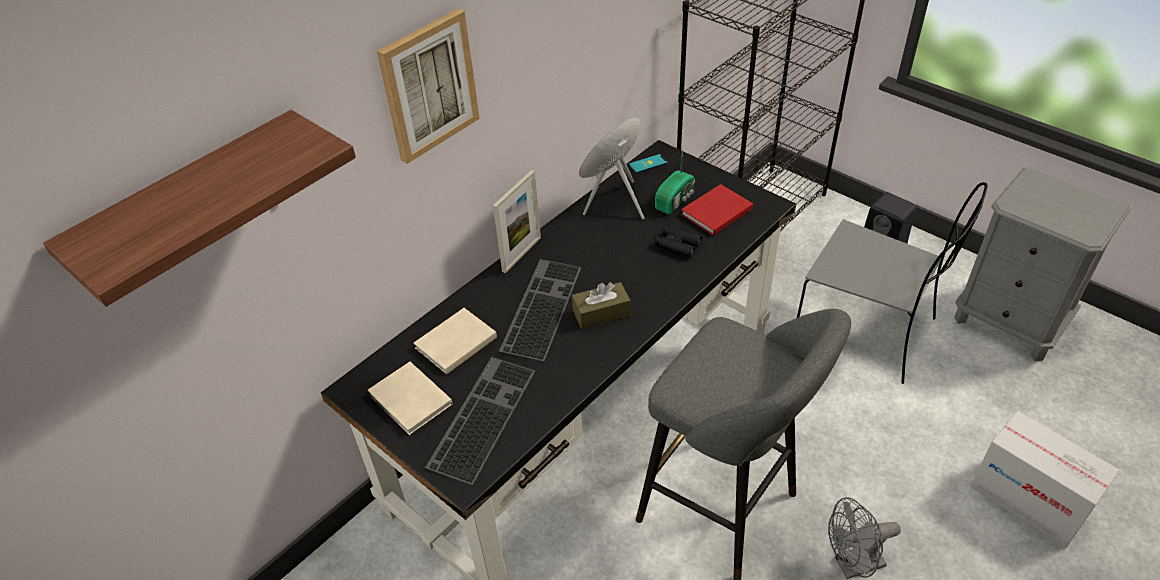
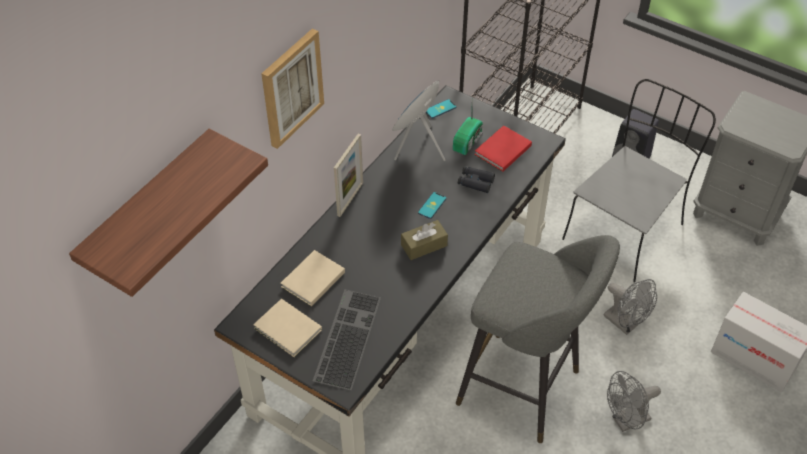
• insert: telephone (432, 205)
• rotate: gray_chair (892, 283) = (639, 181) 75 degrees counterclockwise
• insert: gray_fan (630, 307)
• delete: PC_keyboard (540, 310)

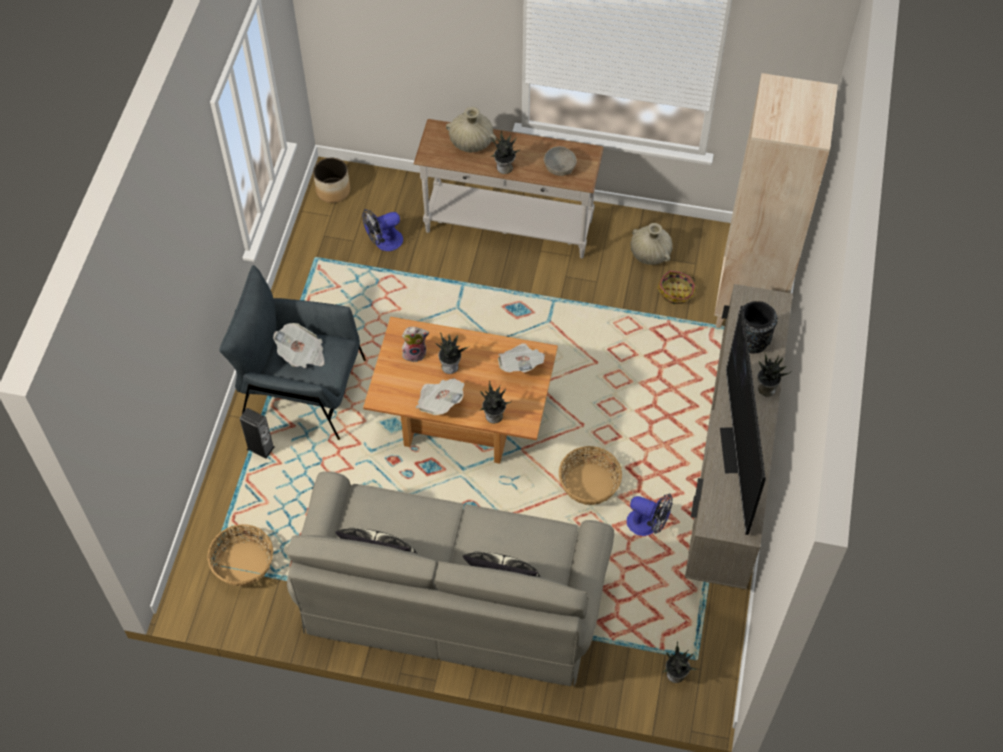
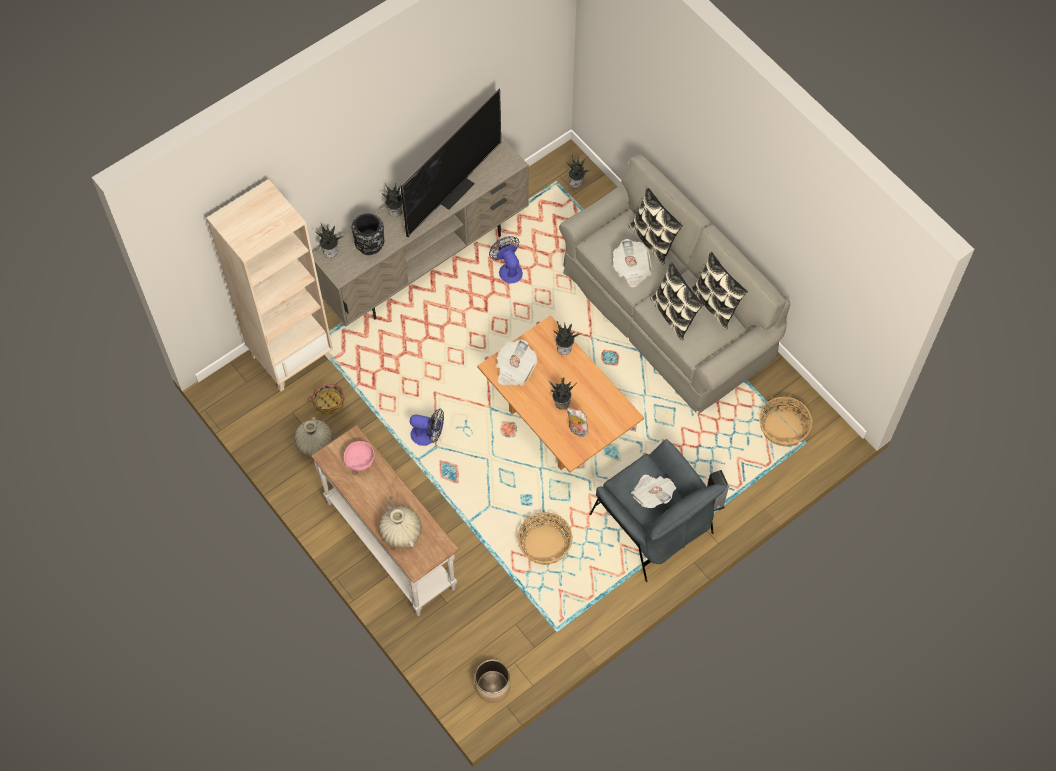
• move: plant_in_a_pot (506, 152) to (330, 240)
• recolor: gray_serving_bowl (560, 161) to pink_serving_bowl (359, 456)
• move: fan (382, 230) to (427, 427)
• move: household_basket (590, 475) to (545, 538)
• move: newspaper (440, 396) to (632, 263)
• insert: throw_pillow (677, 301)

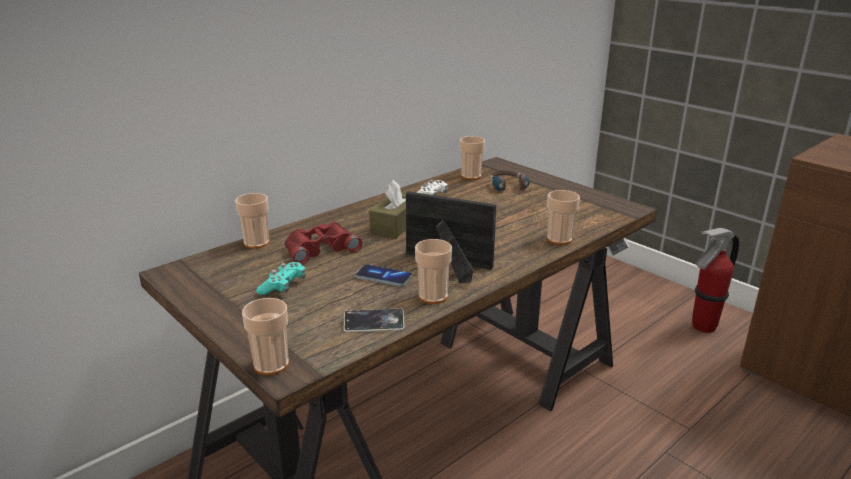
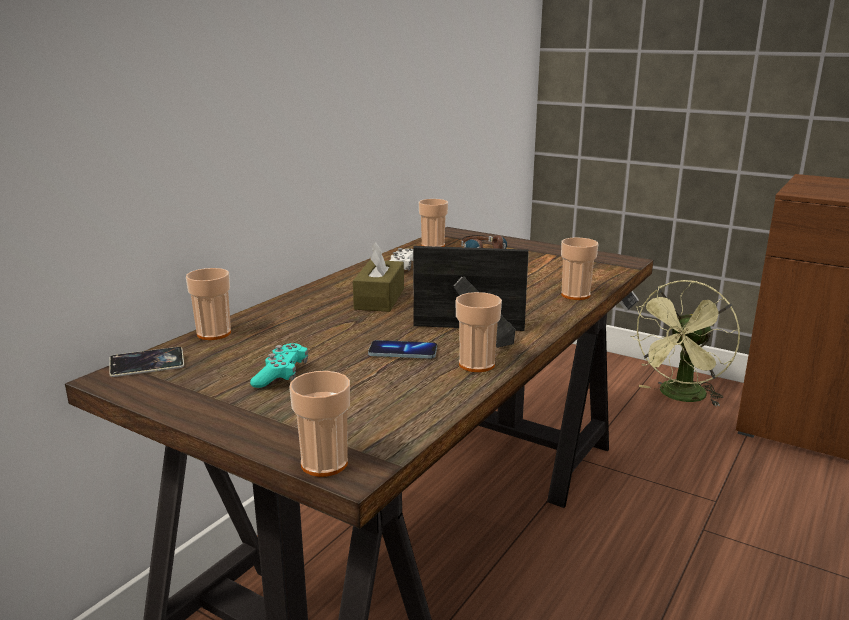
• move: telephone (374, 320) to (146, 362)
• replace: extinguisher (715, 280) to green-coloured_fan (685, 343)
• delete: red-coloured_pair_of_binoculars (324, 243)

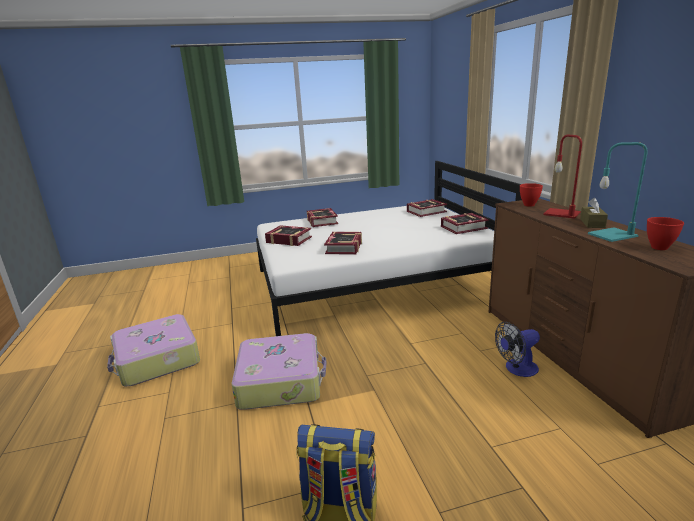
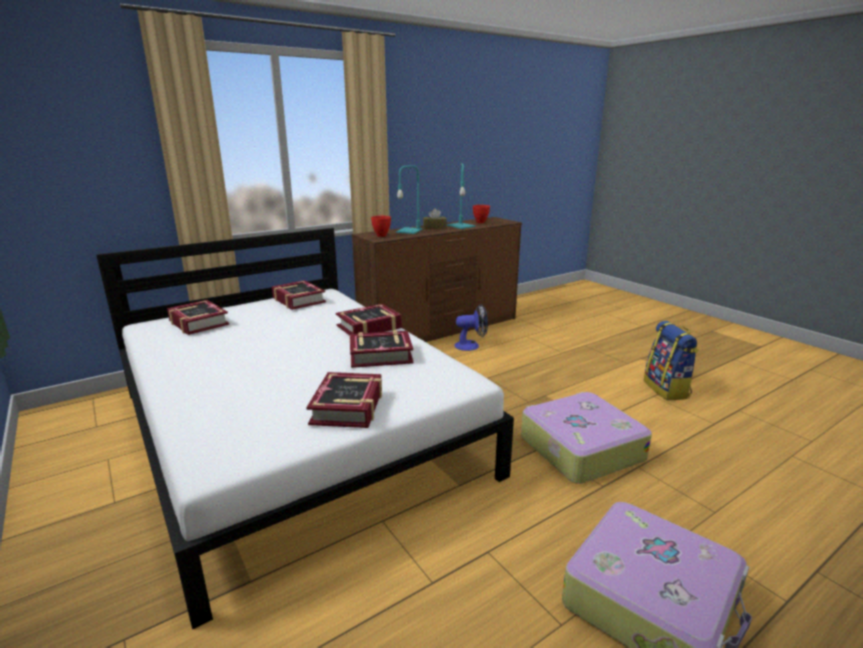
• move: book (322, 217) to (369, 320)
• recolor: red-coloured_lamp_for_a_table (562, 176) to turquoise_lamp_for_a_table (409, 199)
• rotate: fan (517, 349) = (471, 327) 60 degrees counterclockwise

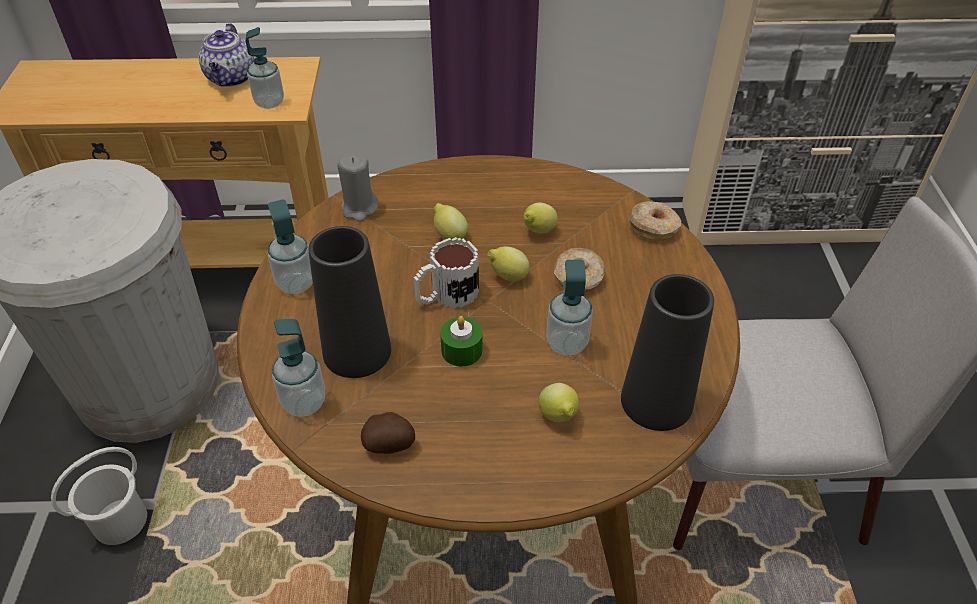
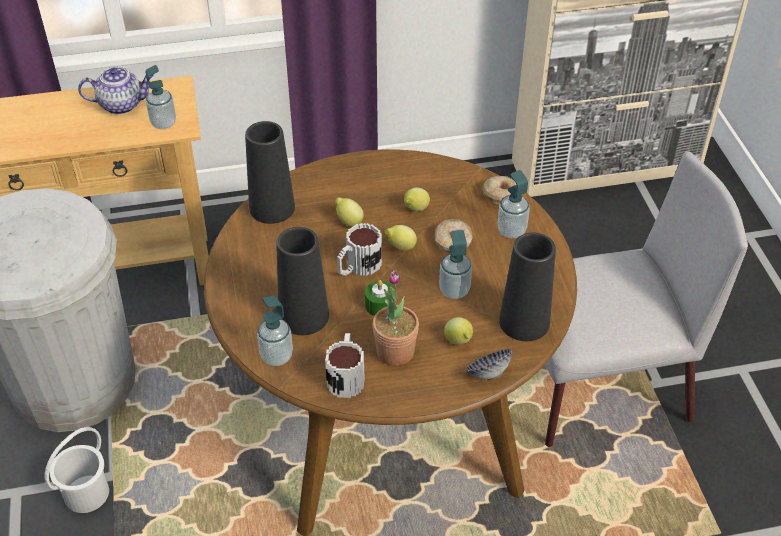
• rotate: teapot (226, 55) = (116, 90) 90 degrees counterclockwise
• replace: gray_wax_candle (358, 188) to black_decorative_vase (270, 172)
• replace: potato (388, 433) to tea_mug (344, 365)
• insert: plant_in_a_pot (395, 318)
• insert: serving_bowl (488, 364)
• move: soap_dispenser (290, 246) to (514, 204)

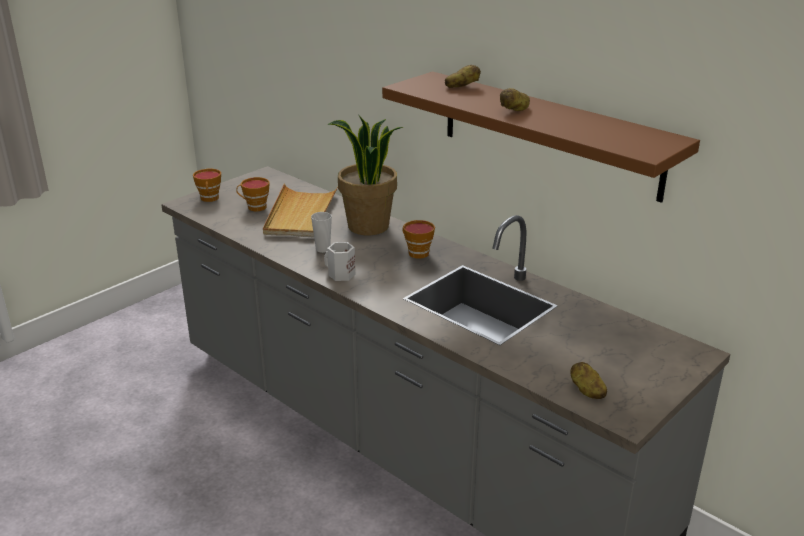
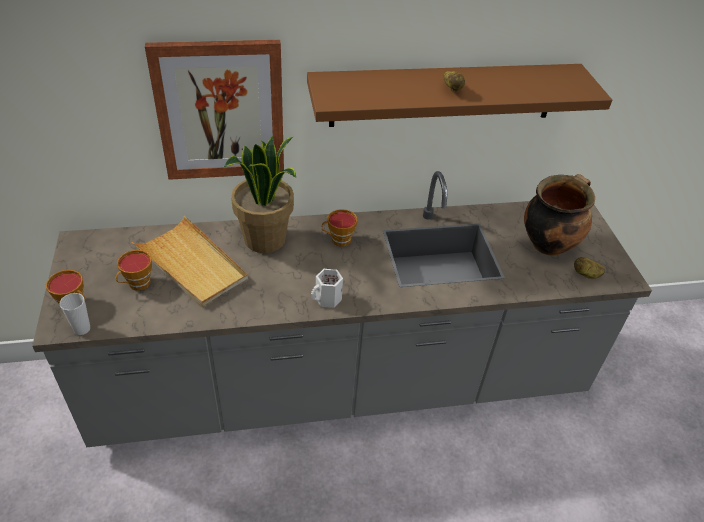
• move: cup (321, 232) to (75, 314)
• insert: wall_picture (214, 110)
• insert: stockpot (559, 215)
• delete: potato (463, 76)

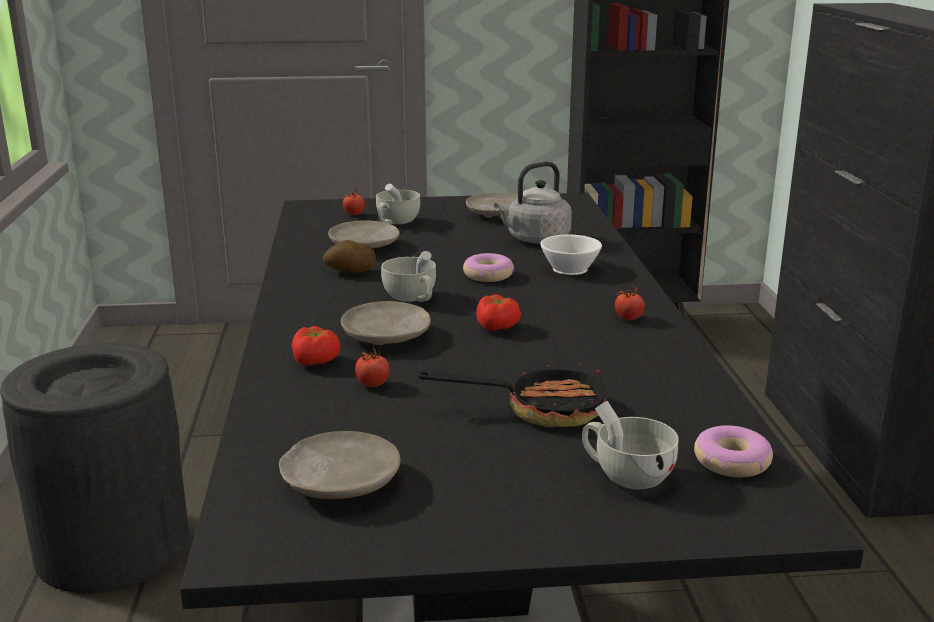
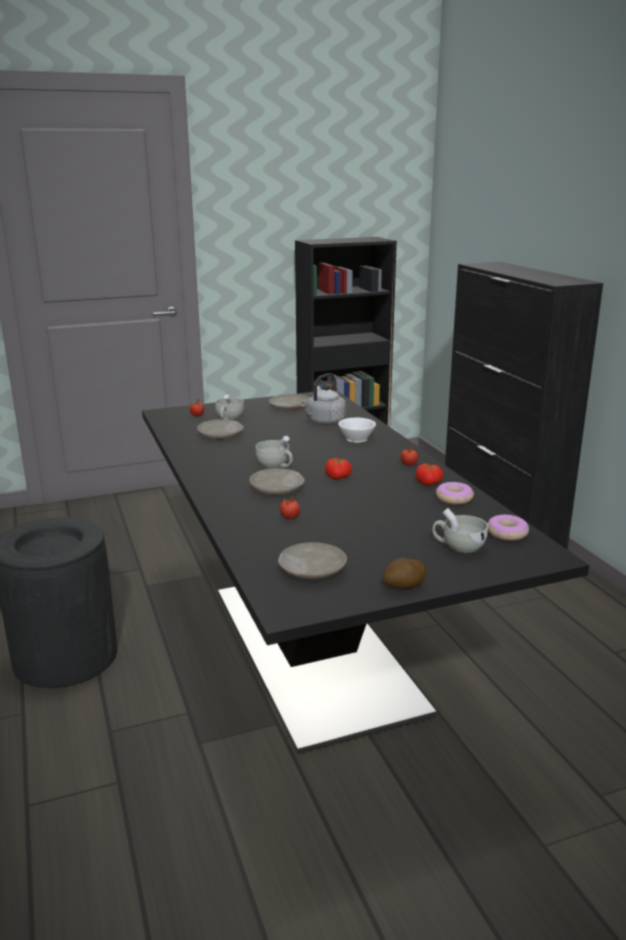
• move: potato (349, 257) to (404, 573)
• move: tomato (316, 346) to (429, 475)
• move: ring_doughnut (488, 267) to (455, 493)
• delete: frying_pan (511, 393)

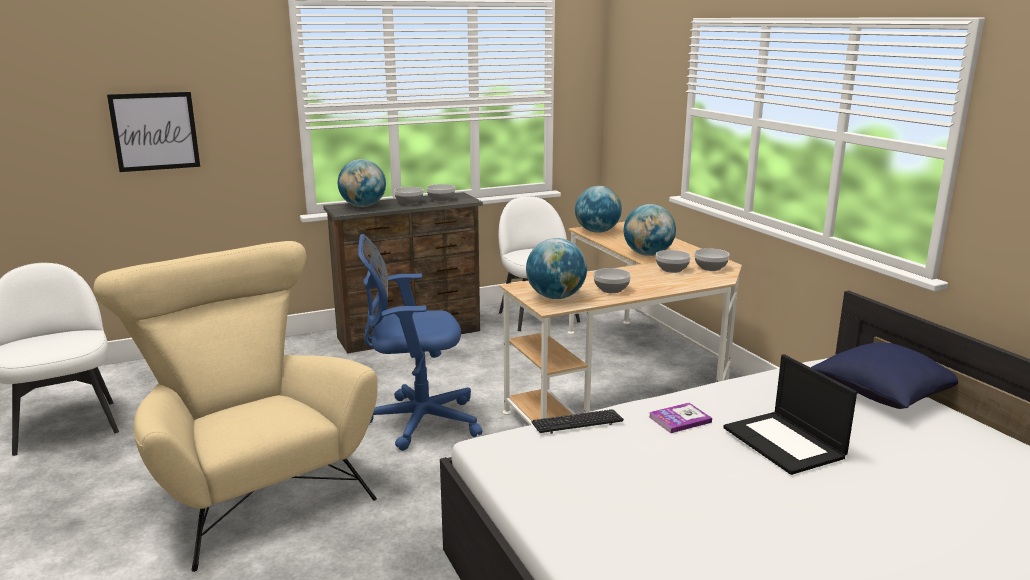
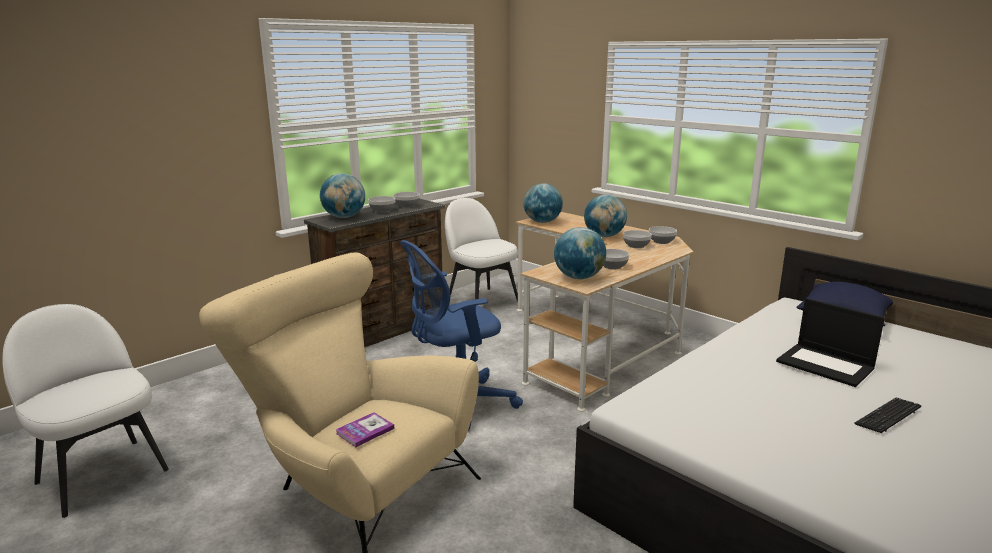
• move: book (680, 418) to (365, 429)
• move: PC_keyboard (577, 421) to (888, 415)
• delete: wall_picture (153, 132)

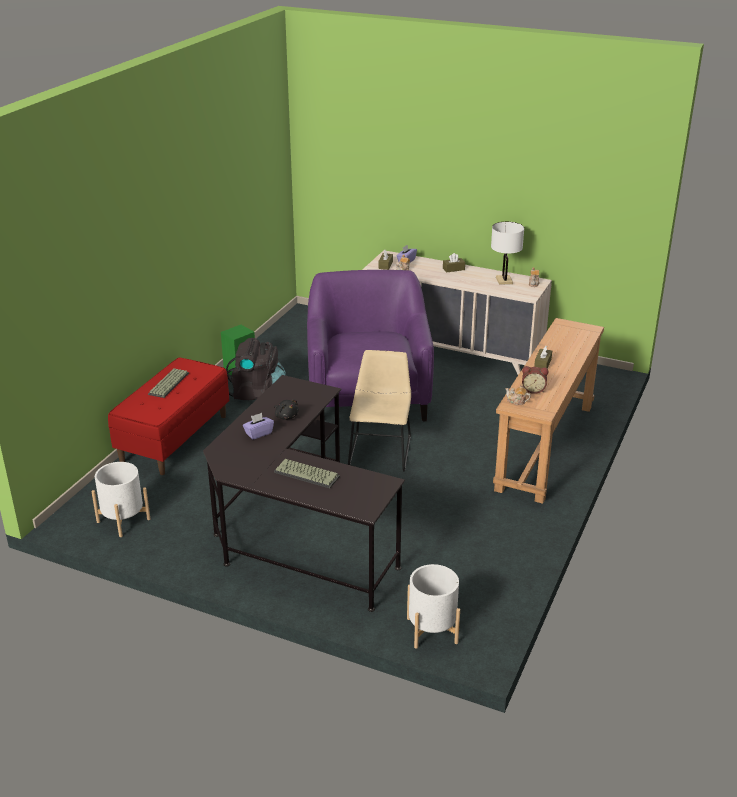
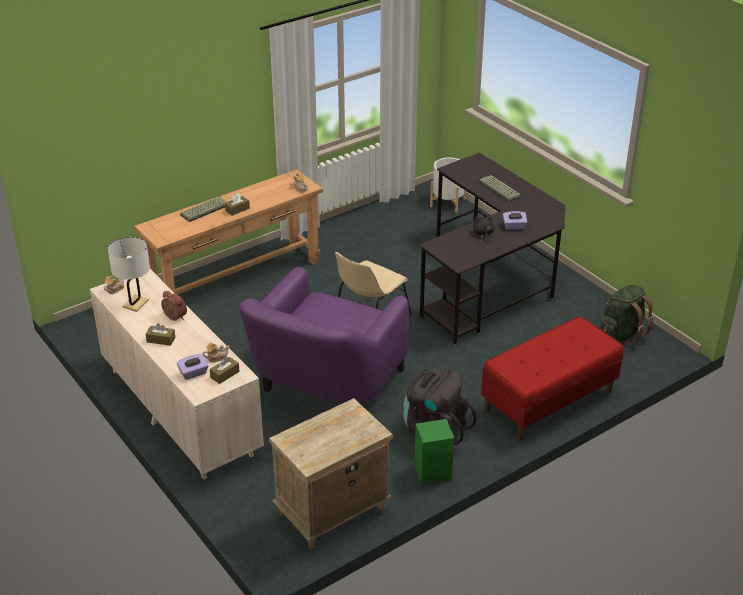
• move: alarm_clock (535, 380) to (174, 306)
• move: PC_keyboard (168, 383) to (203, 209)
• insert: sand-coloured_nightstand (331, 473)
• replace: white_flower_pot (121, 499) to green-coloured_rucksack (627, 315)

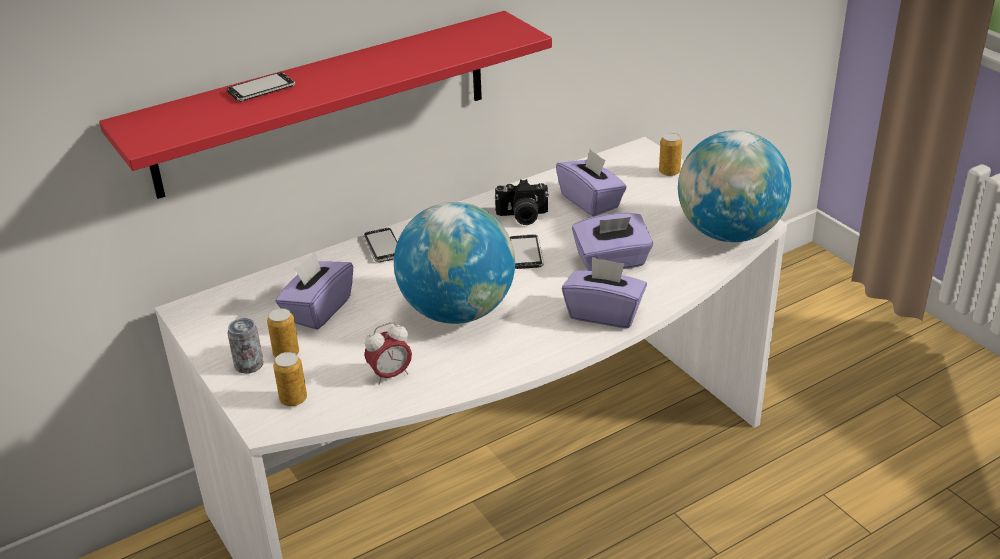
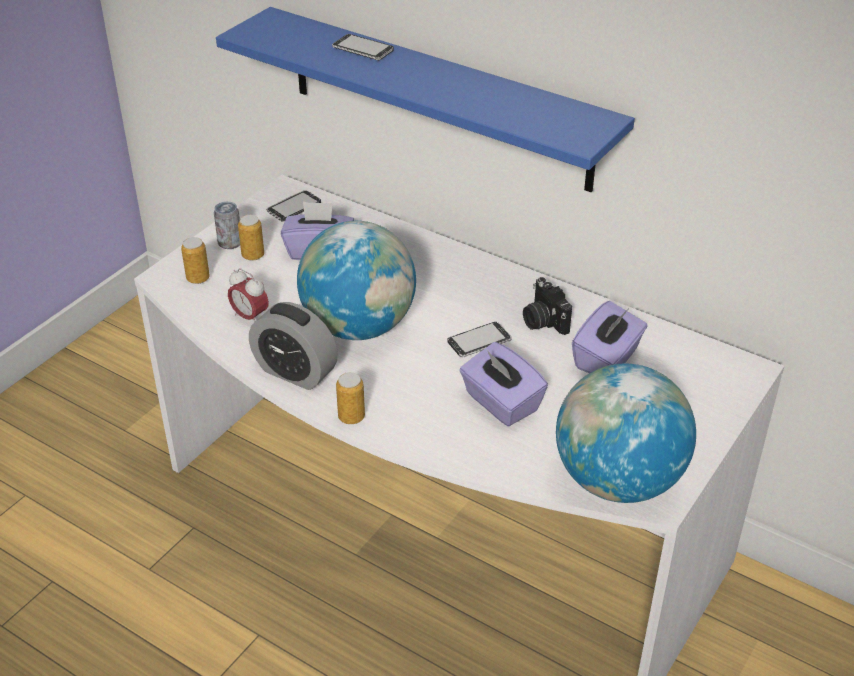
• recolor: red-coloured_wall_shelf (325, 105) to blue-coloured_wall_shelf (425, 99)
• insert: alarm_clock (293, 346)
• move: telephone (380, 245) to (293, 205)
• move: can (670, 154) to (350, 398)
• delete: purple-coloured_tissue_box (604, 292)

